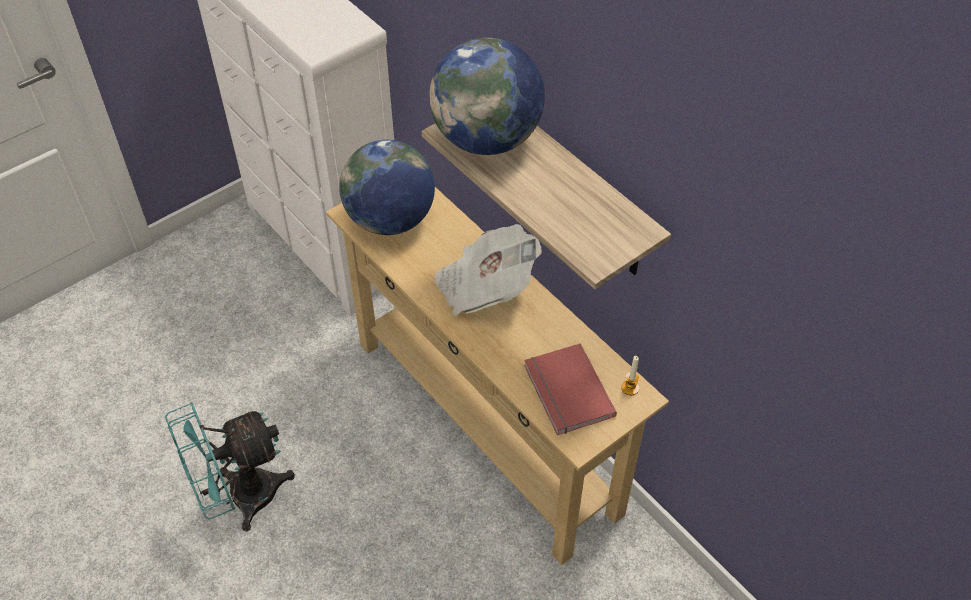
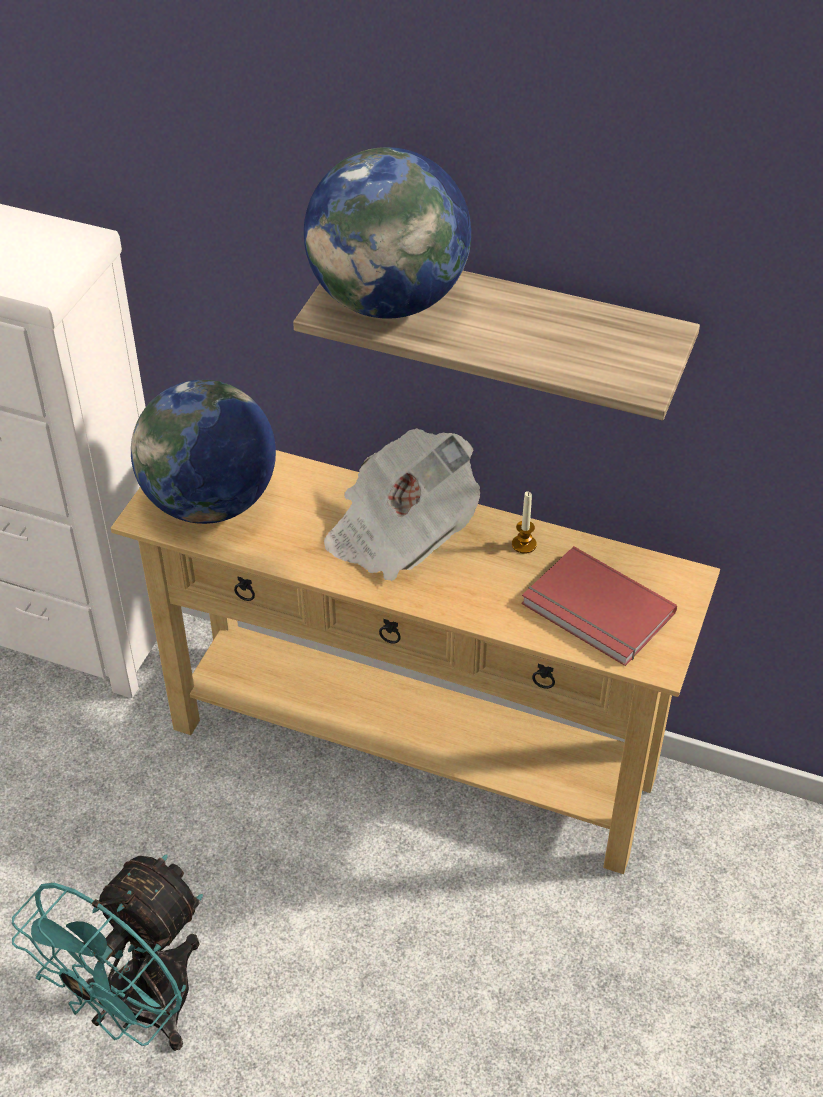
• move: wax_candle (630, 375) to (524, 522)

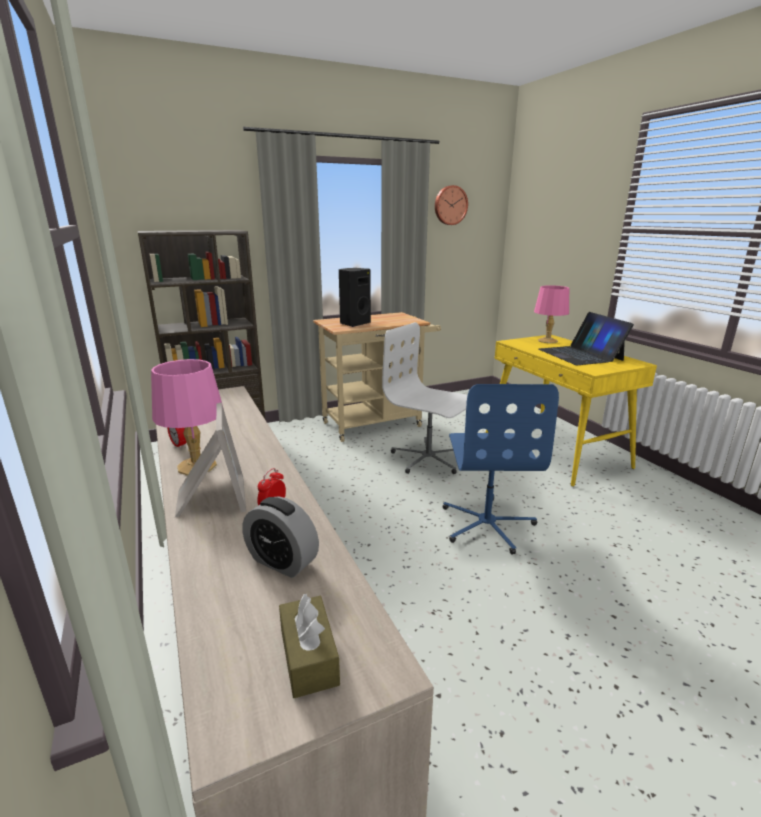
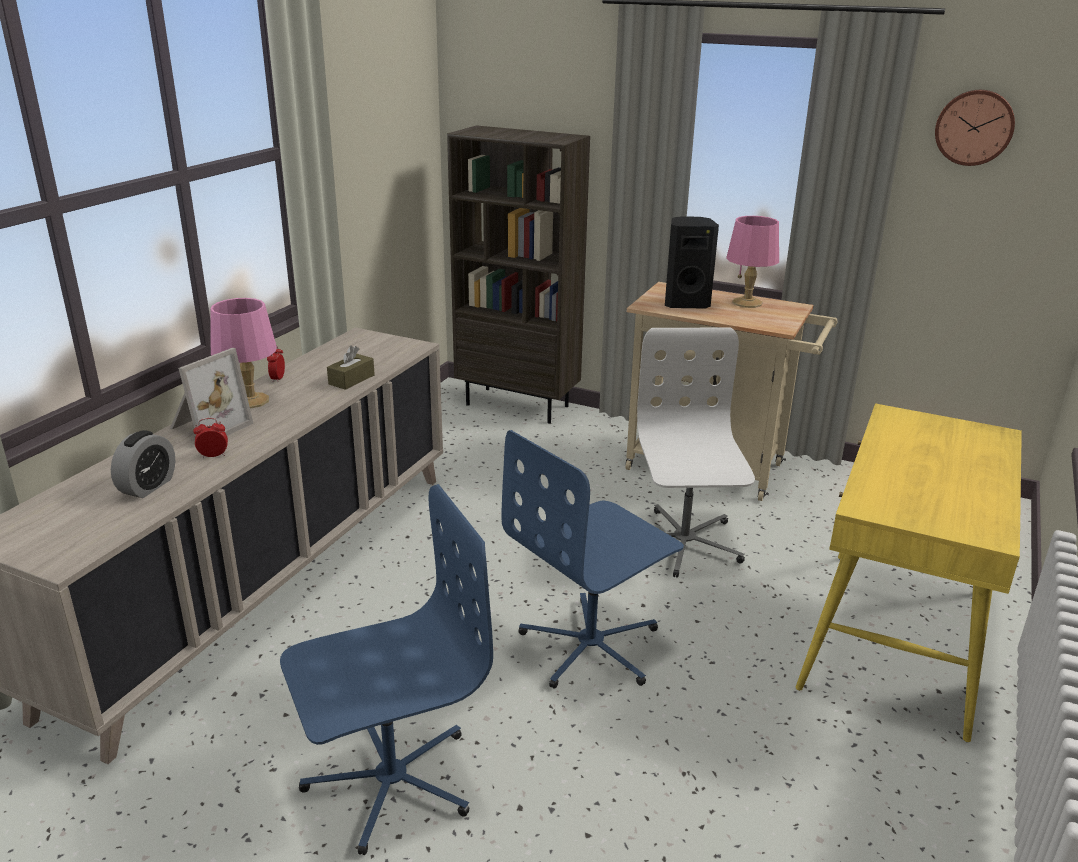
• rotate: alarm_clock (280, 537) = (143, 464) 150 degrees counterclockwise
• insert: blue-coloured_office_chair (386, 669)
• move: brown-coloured_tissue_box (309, 646) to (351, 368)
• move: pink_lamp_for_a_table (551, 314) to (752, 262)
• delete: notebook_computer (586, 338)

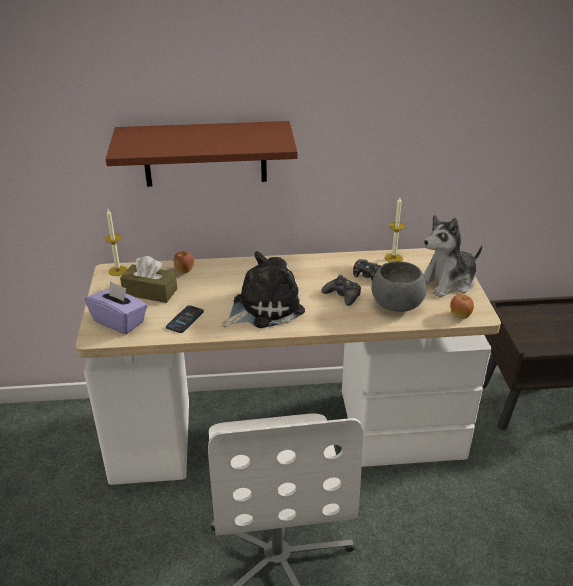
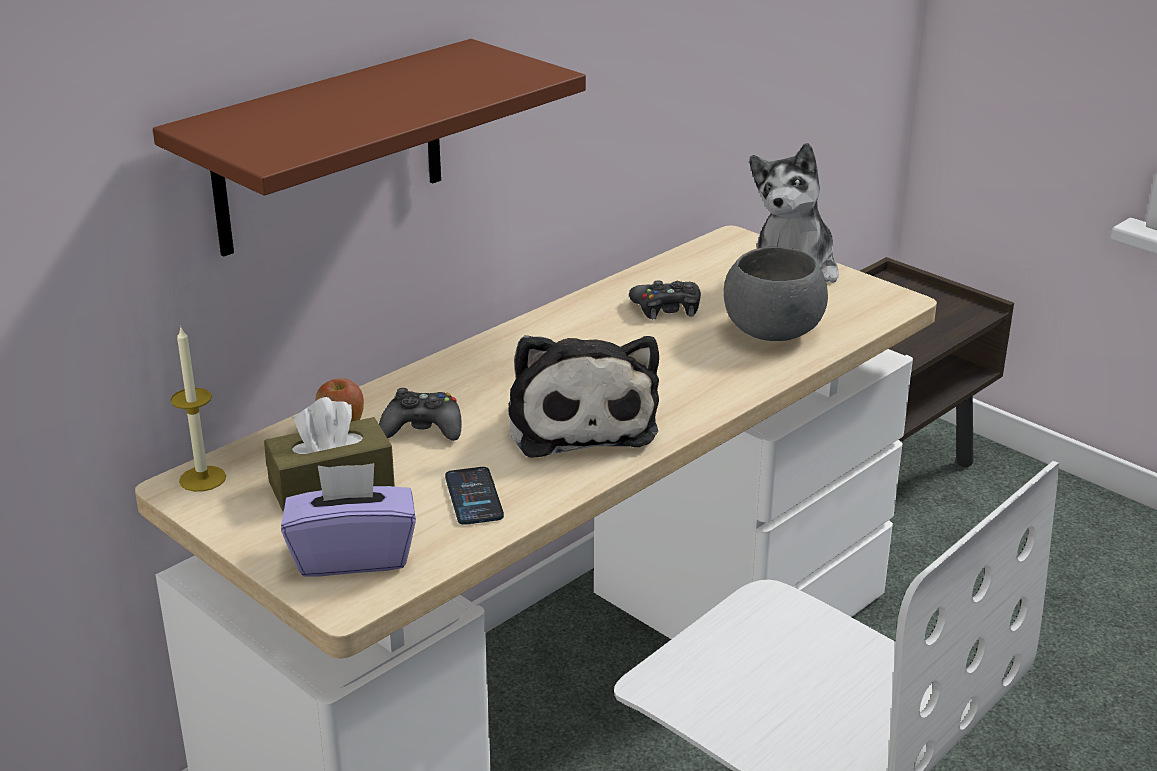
• move: black_joypad (341, 290) to (420, 414)
• rotate: cuddly_toy (263, 289) = (583, 396) 150 degrees clockwise
• delete: wax_candle (395, 230)
• delete: whole_apple (462, 306)

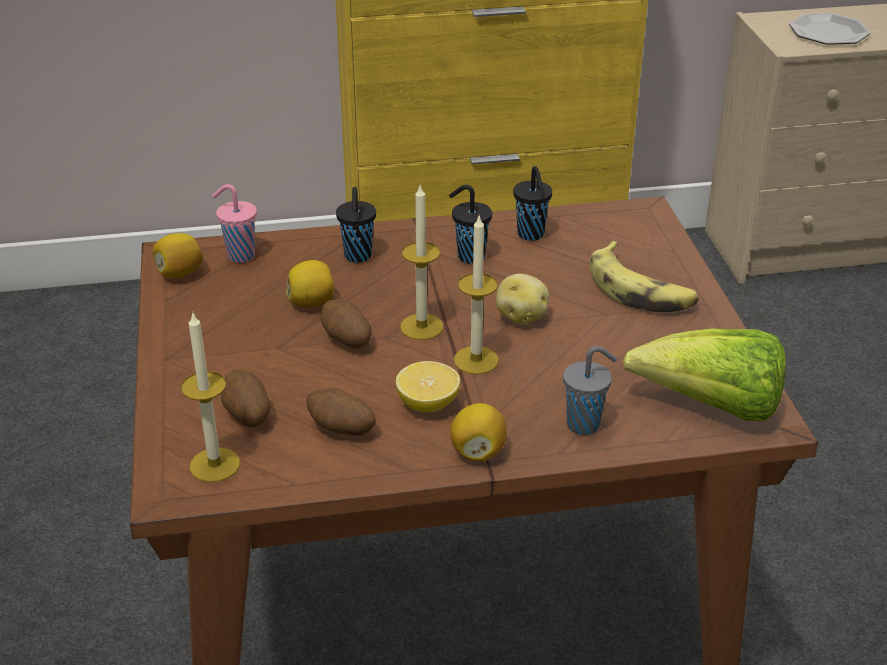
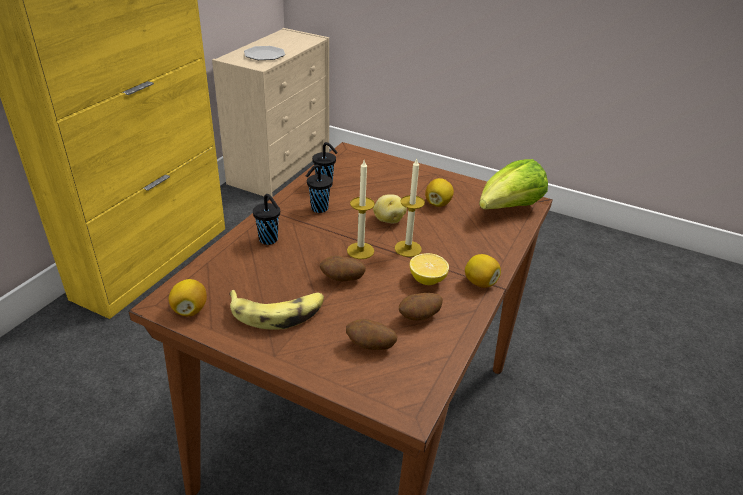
• move: banana_fruit (644, 276) to (276, 310)
• move: citrus_fruit (310, 284) to (439, 192)
• delete: wax_candle (210, 397)
• delete: pink_cup (234, 223)
• delete: gray_cup (590, 390)

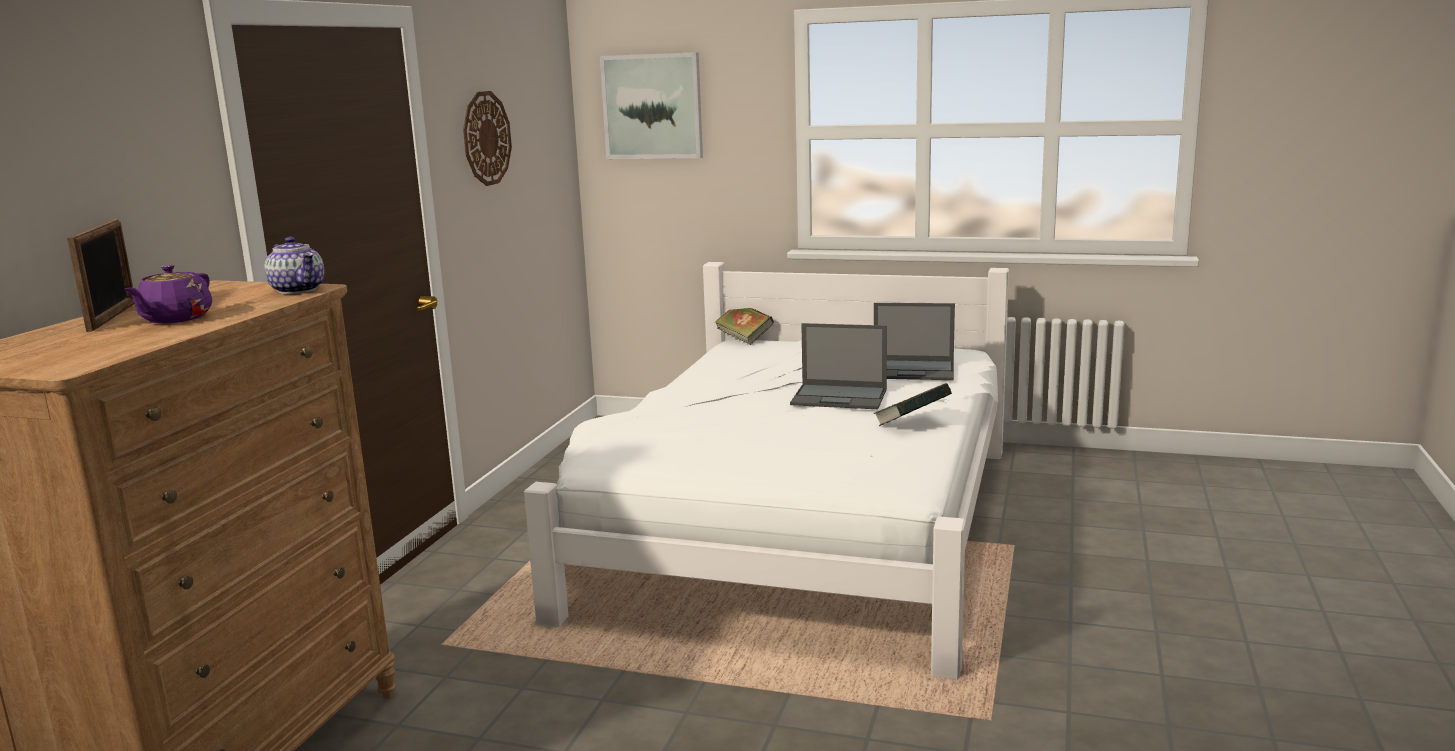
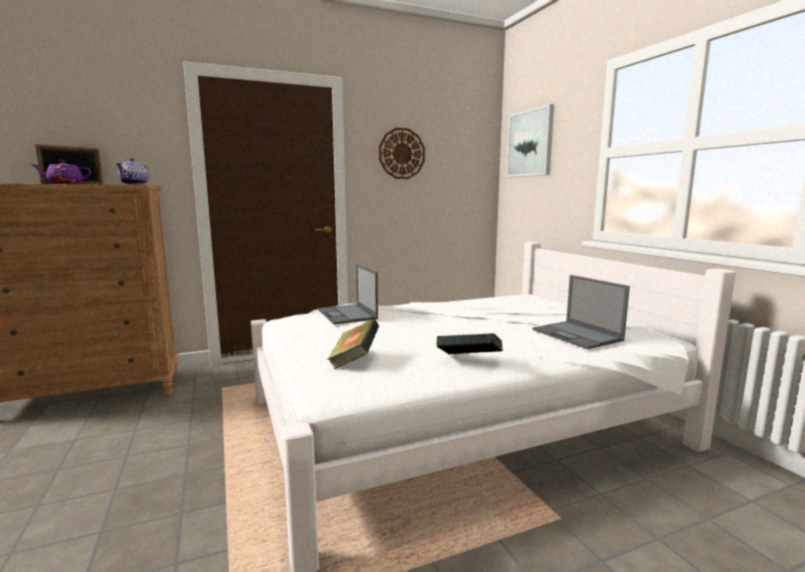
• move: notebook_computer (838, 366) to (348, 294)
• move: book (744, 326) to (353, 344)

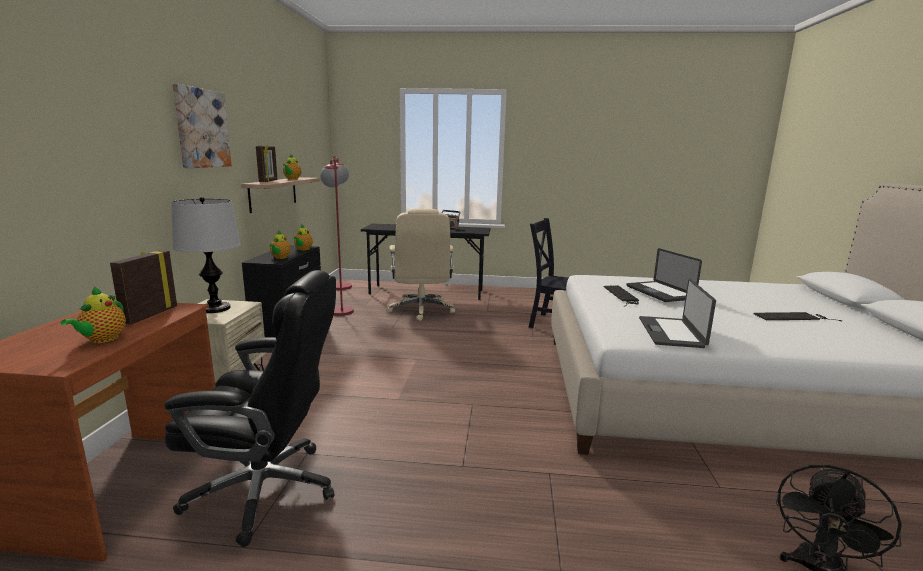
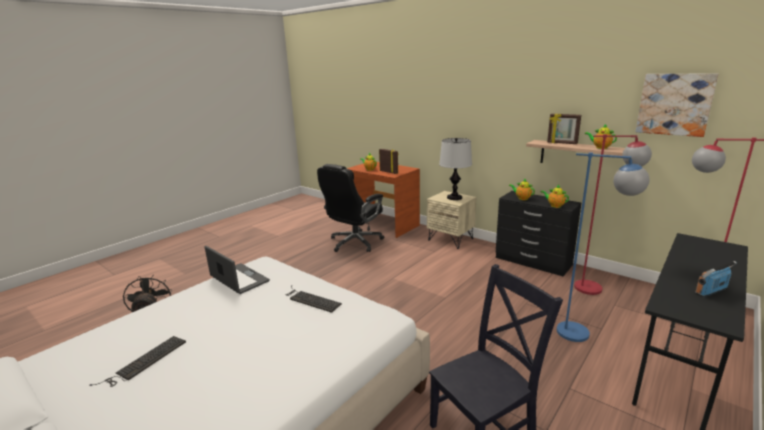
• replace: sand-coloured_office_chair (420, 265) to blue-coloured_standing_lamp (603, 247)
• move: wall_picture (202, 126) to (677, 105)
• delete: notebook_computer (664, 275)

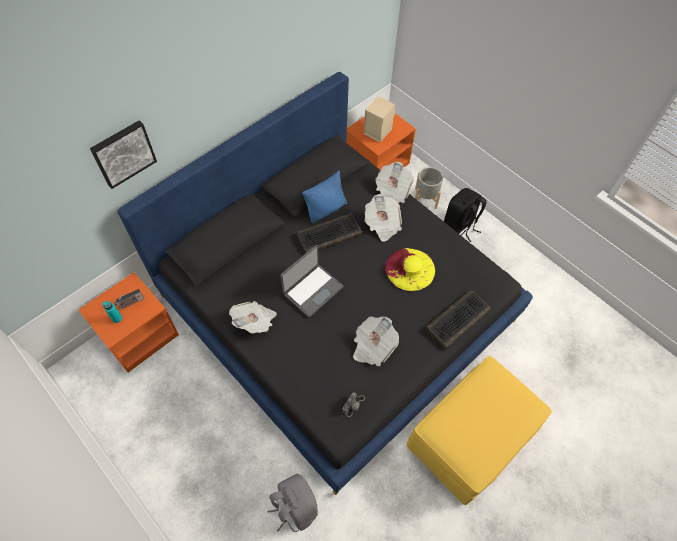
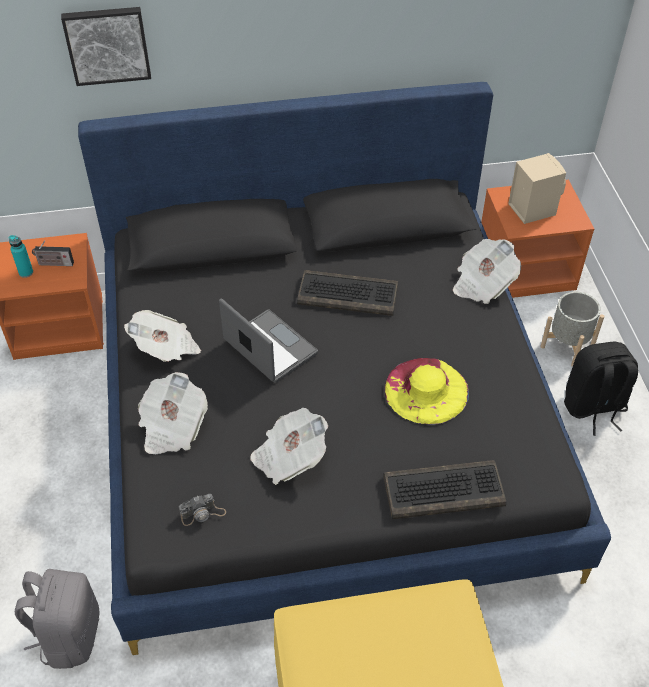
• move: newspaper (383, 218) to (173, 413)
• rotate: notebook_computer (312, 281) = (268, 340) 120 degrees counterclockwise
• delete: blue-coloured_throw_pillow (324, 196)

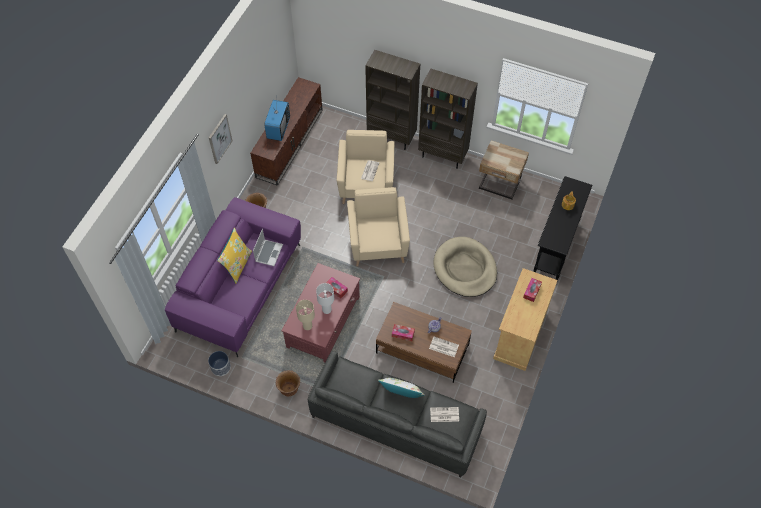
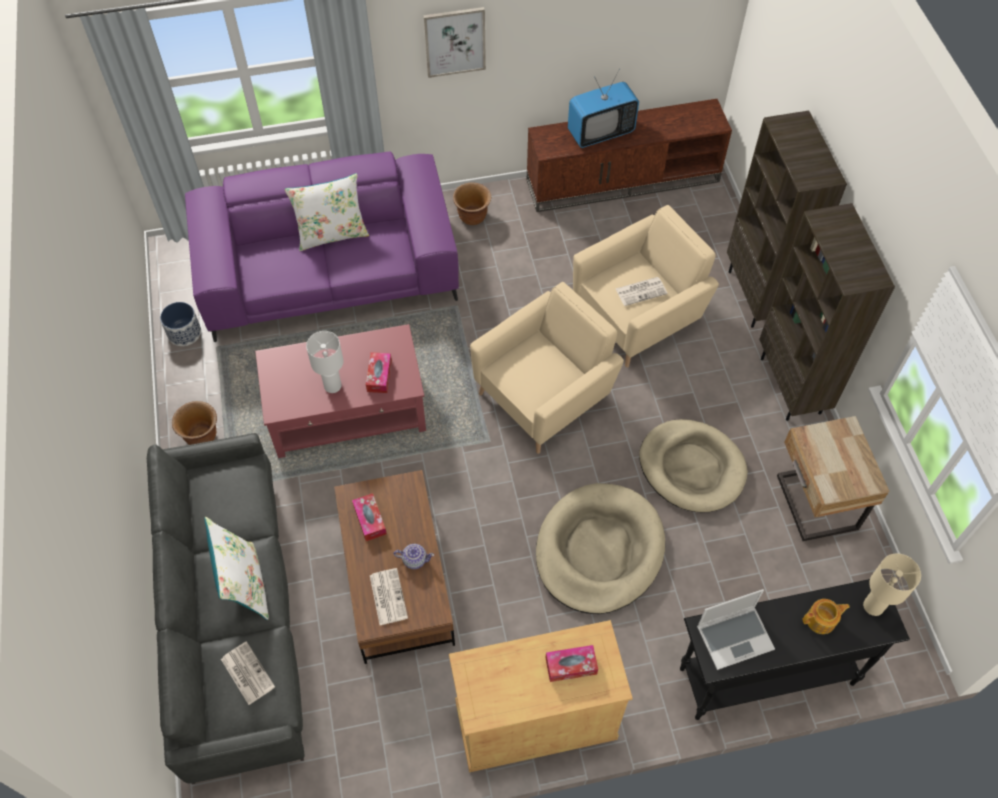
• recolor: yellow-coloured_throw_pillow (234, 256) to white_throw_pillow (327, 212)
• insert: sand-coloured_dog_cushion (693, 465)
• move: notebook_computer (268, 247) to (736, 629)
• move: sand-coloured_lamp_for_a_table (305, 315) to (892, 585)

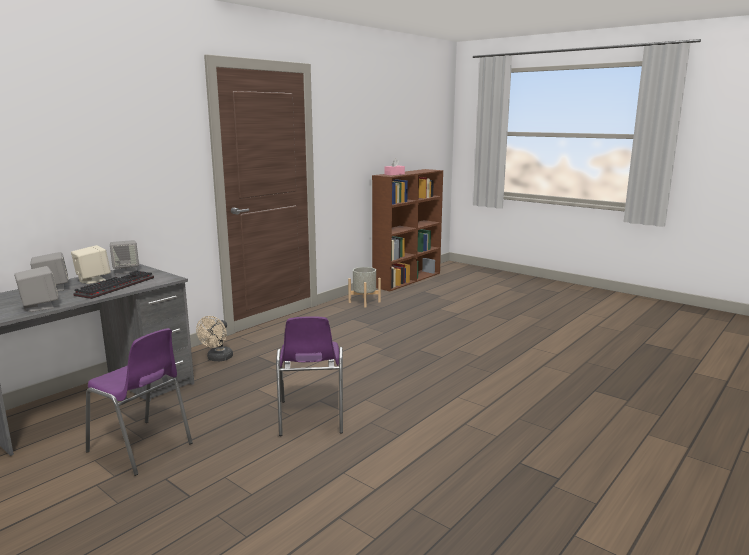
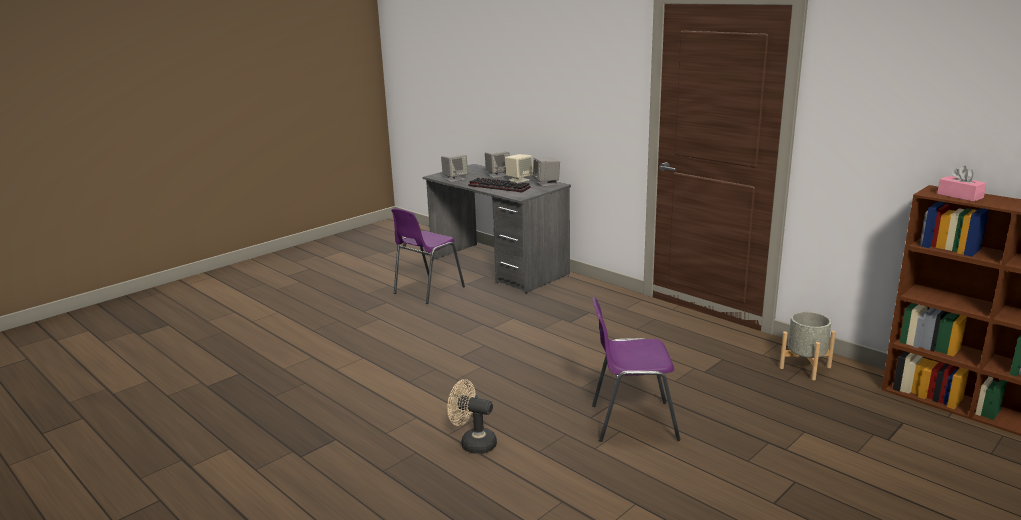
• move: sand-coloured_fan (214, 338) to (472, 416)
• move: purple-coloured_chair (309, 376) to (636, 369)

